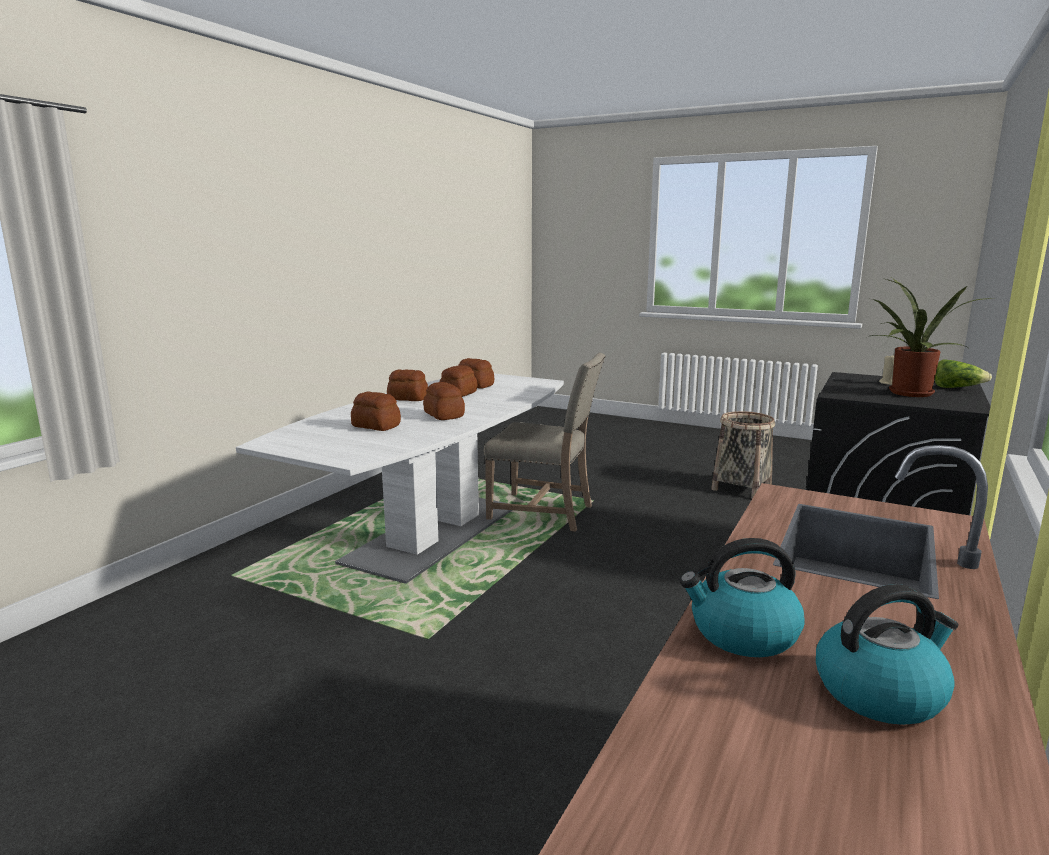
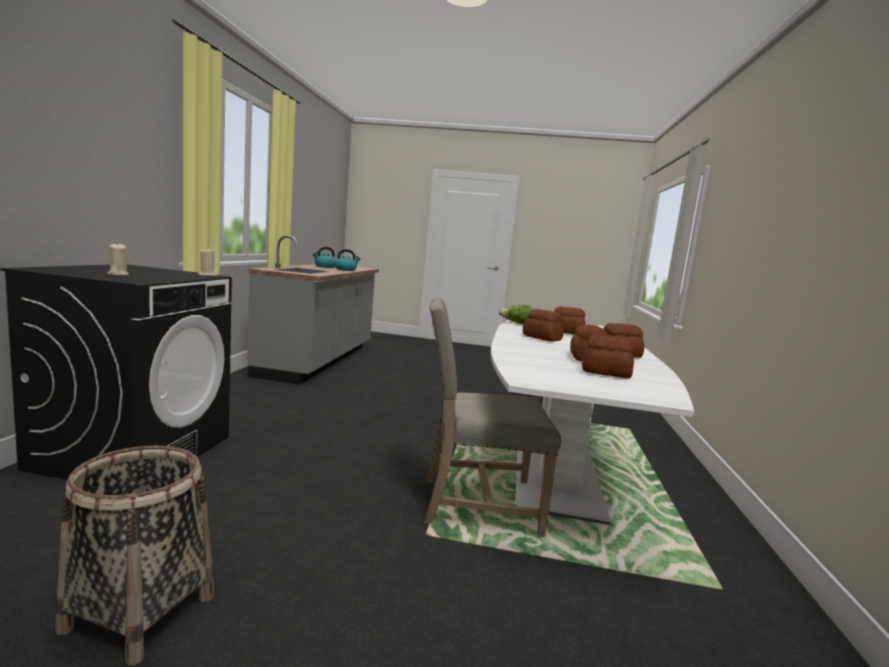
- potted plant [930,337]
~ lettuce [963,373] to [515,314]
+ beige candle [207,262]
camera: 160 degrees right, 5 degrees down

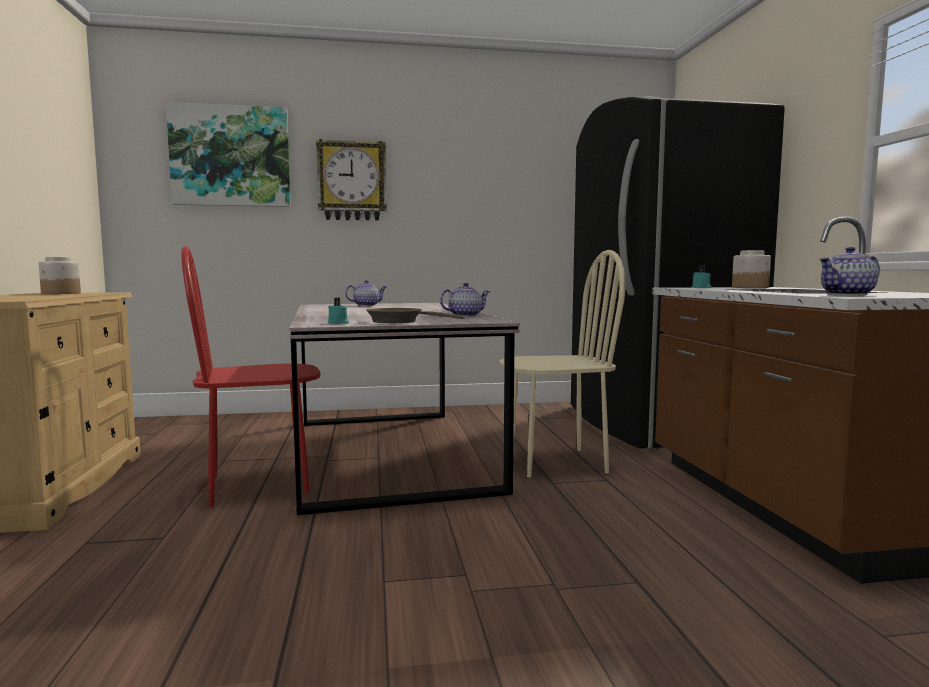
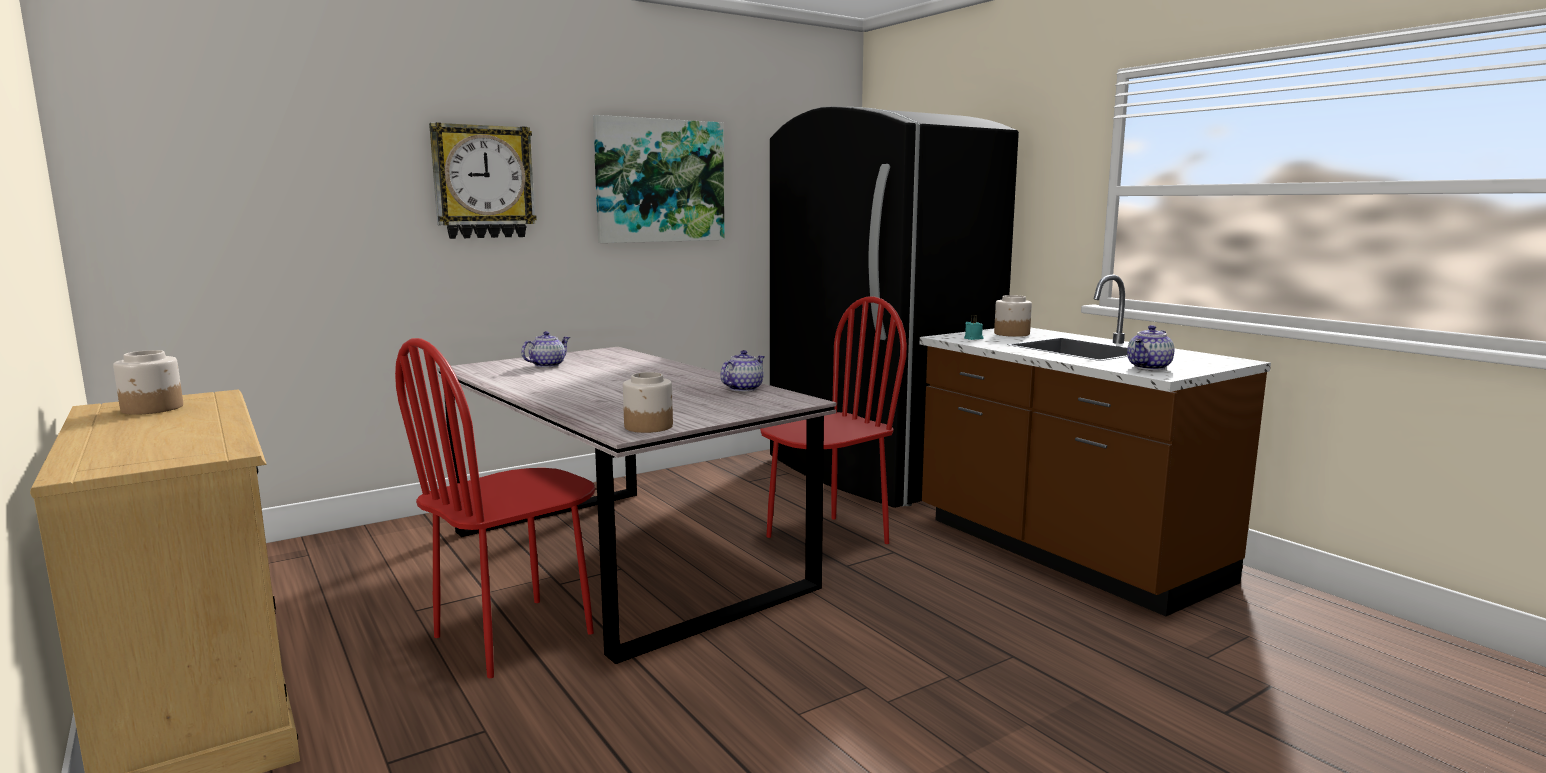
~ picture [228,154] to [659,179]
~ turquoise candle [338,311] to jar [648,402]
- brown frying pan [415,315]
~ beige chair [562,363] to red chair [833,420]
camera: 25 degrees left, 5 degrees up

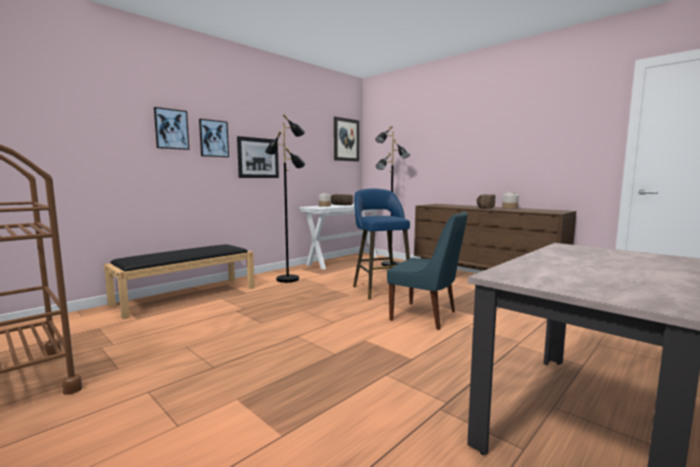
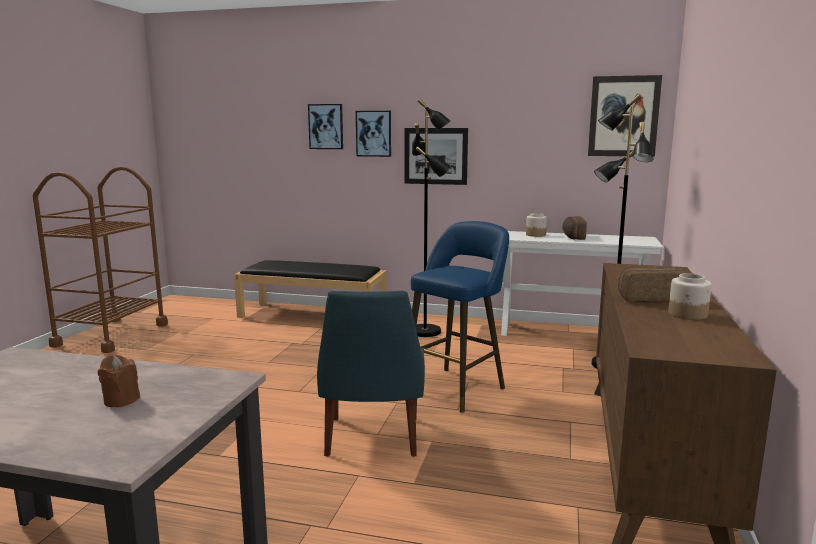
+ brown candle [119,381]
camera: 60 degrees right, 5 degrees up

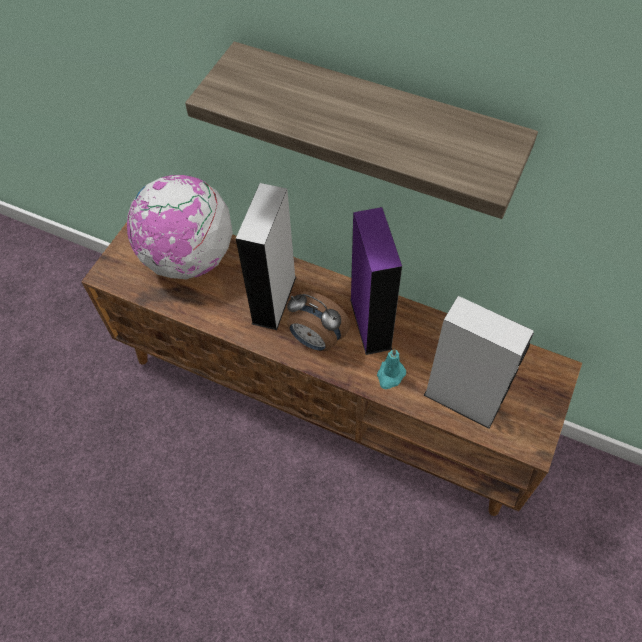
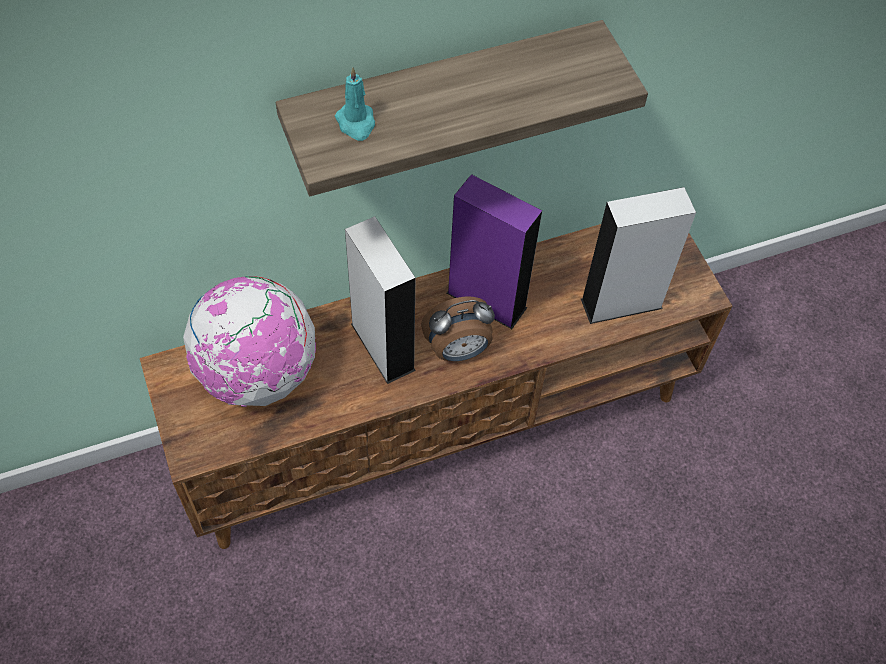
~ turquoise candle [391,369] to [355,104]
camera: 50 degrees left, 0 degrees up

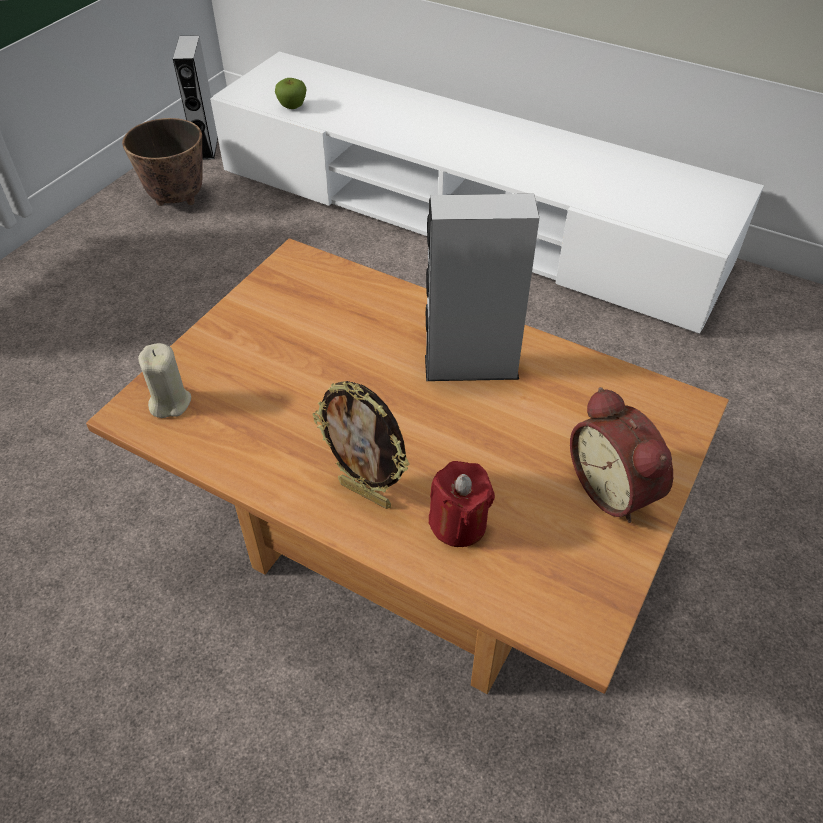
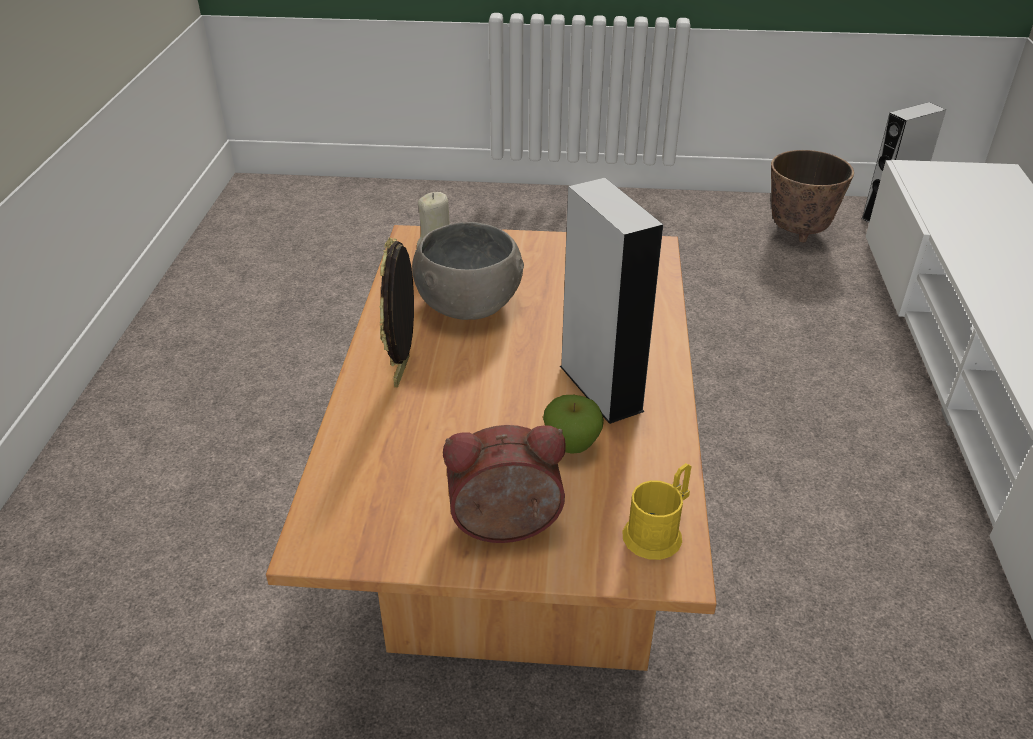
~ apple [290,93] to [573,424]
- red candle [462,504]
~ alarm clock [621,455] = [504,484] 45 degrees clockwise
+ grey bowl [468,271]
+ yellow mug [657,511]
camera: 65 degrees right, 10 degrees down

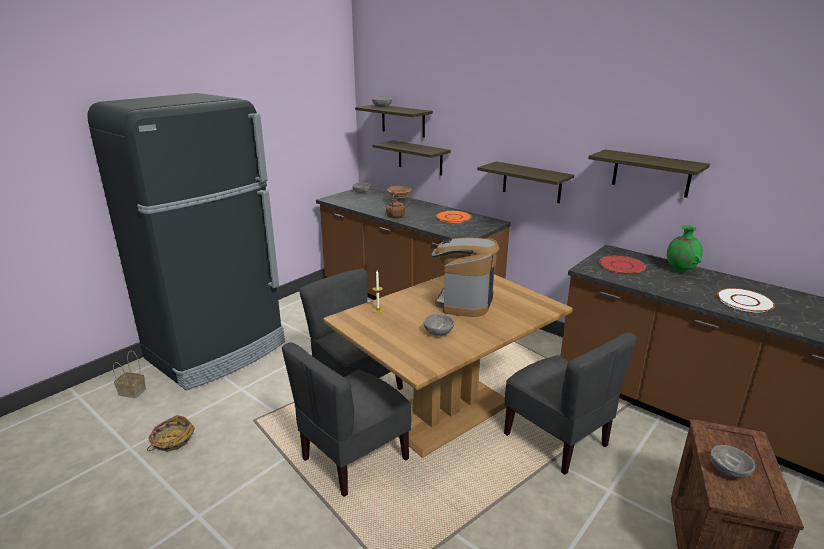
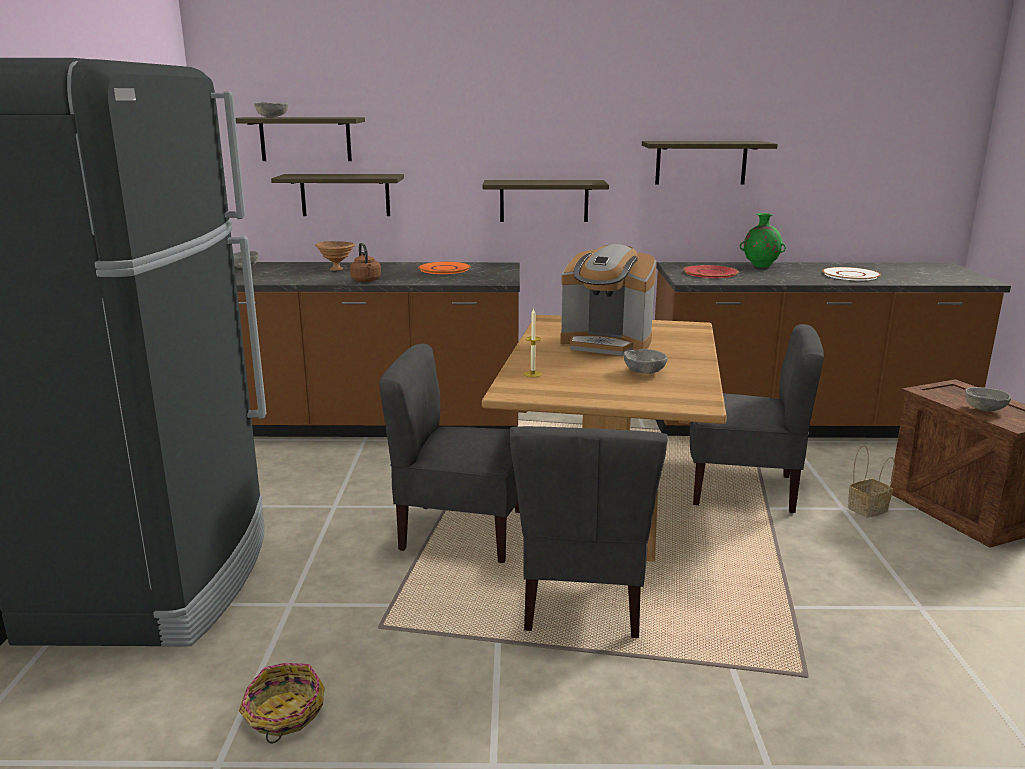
~ basket [129,374] to [871,481]
~ coffee machine [465,277] = [608,300] 45 degrees counterclockwise
camera: 40 degrees left, 5 degrees down

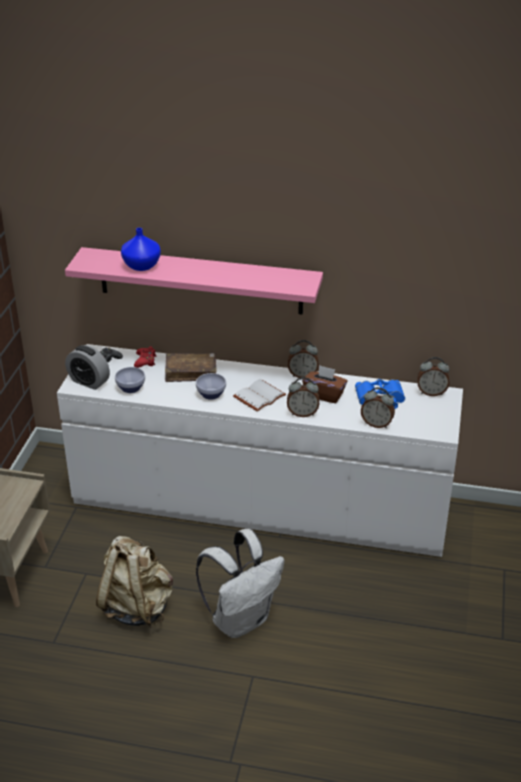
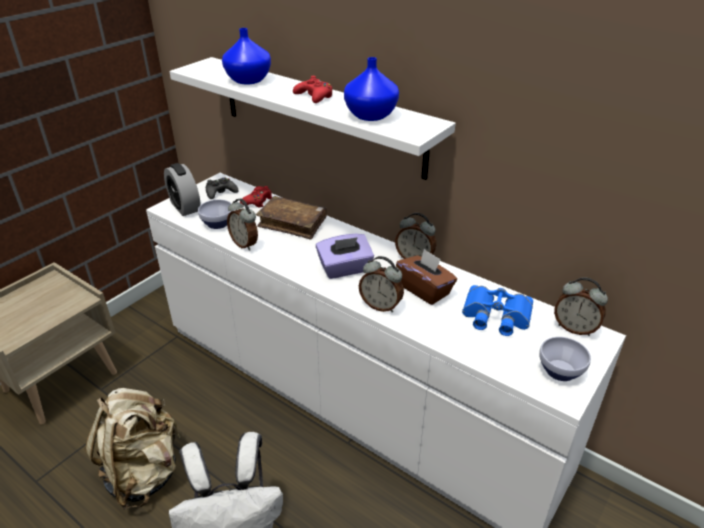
~ pink shelf [194,281] to white shelf [312,118]
~ bowl [211,386] to [565,359]
~ white book [259,395] to purple tissue box [345,256]
~ alarm clock [378,407] to [242,225]
+ red game controller [312,89]
+ blue vase [371,89]
camera: 25 degrees right, 0 degrees up

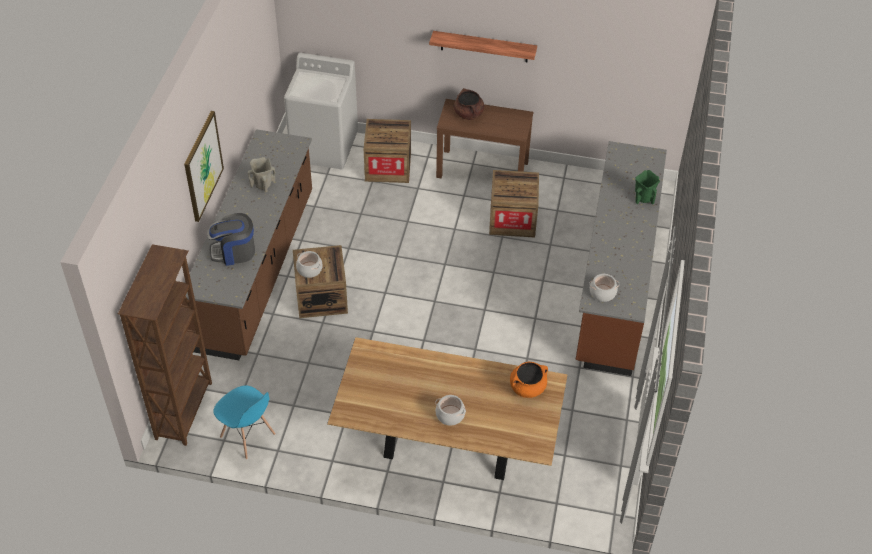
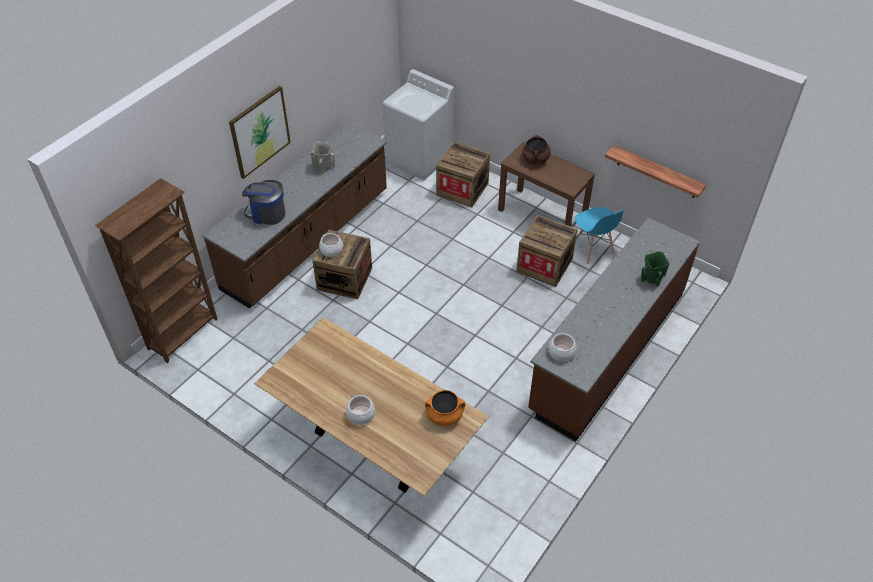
~ blue chair [244,422] to [599,235]
~ shelf [483,46] to [655,171]
camera: 25 degrees right, 0 degrees up

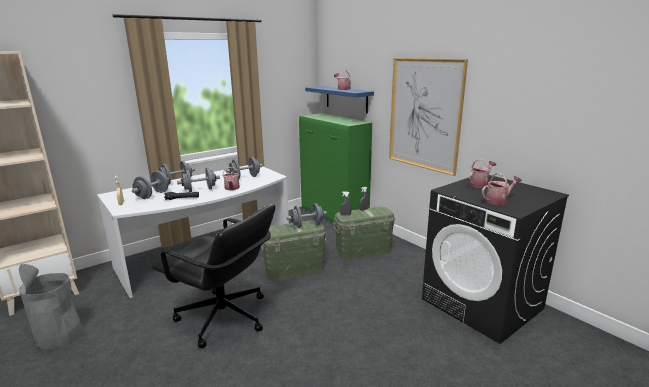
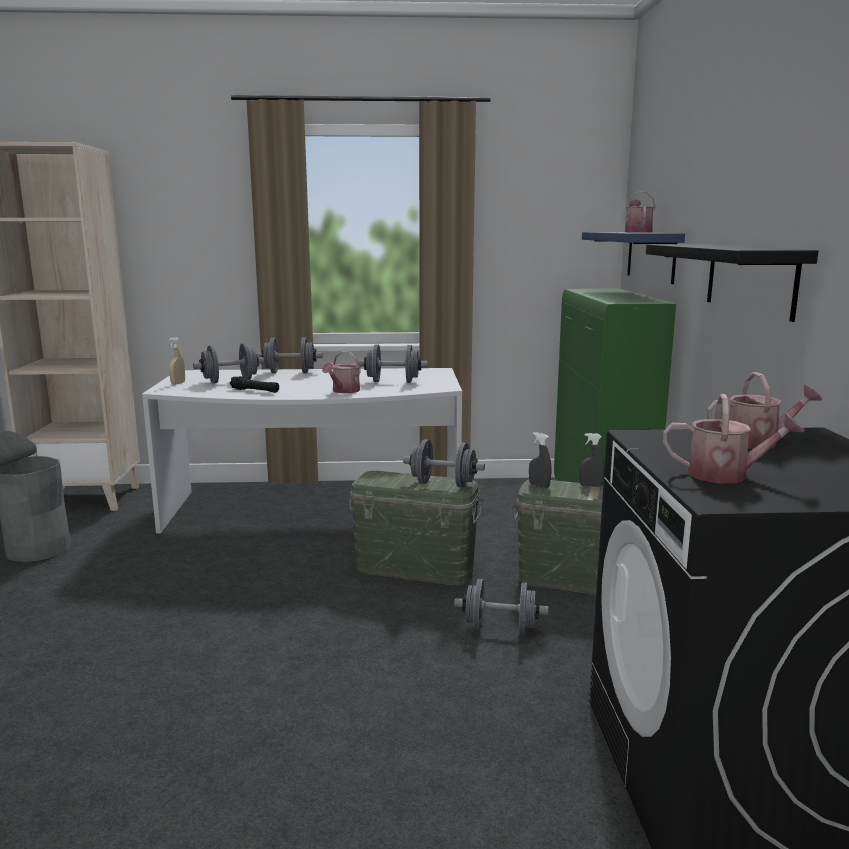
- black office chair [213,276]
~ grey dumbbell [198,180] to [501,607]
~ picture [428,117] to black shelf [732,283]
camera: 35 degrees right, 5 degrees down

